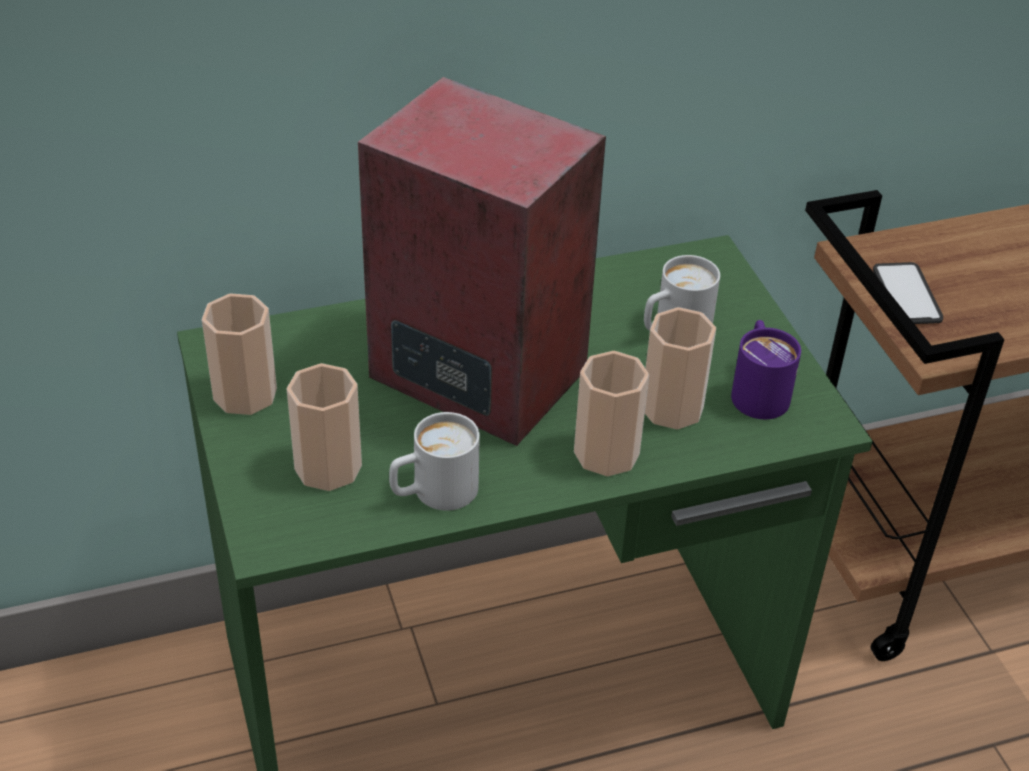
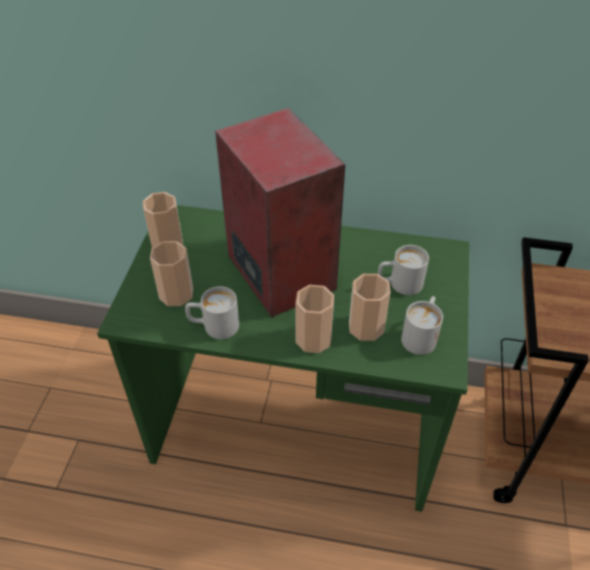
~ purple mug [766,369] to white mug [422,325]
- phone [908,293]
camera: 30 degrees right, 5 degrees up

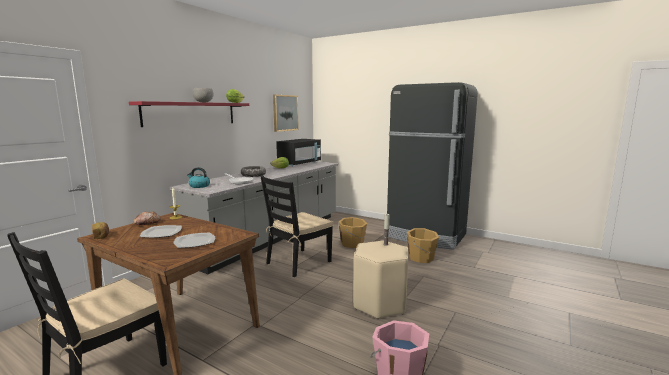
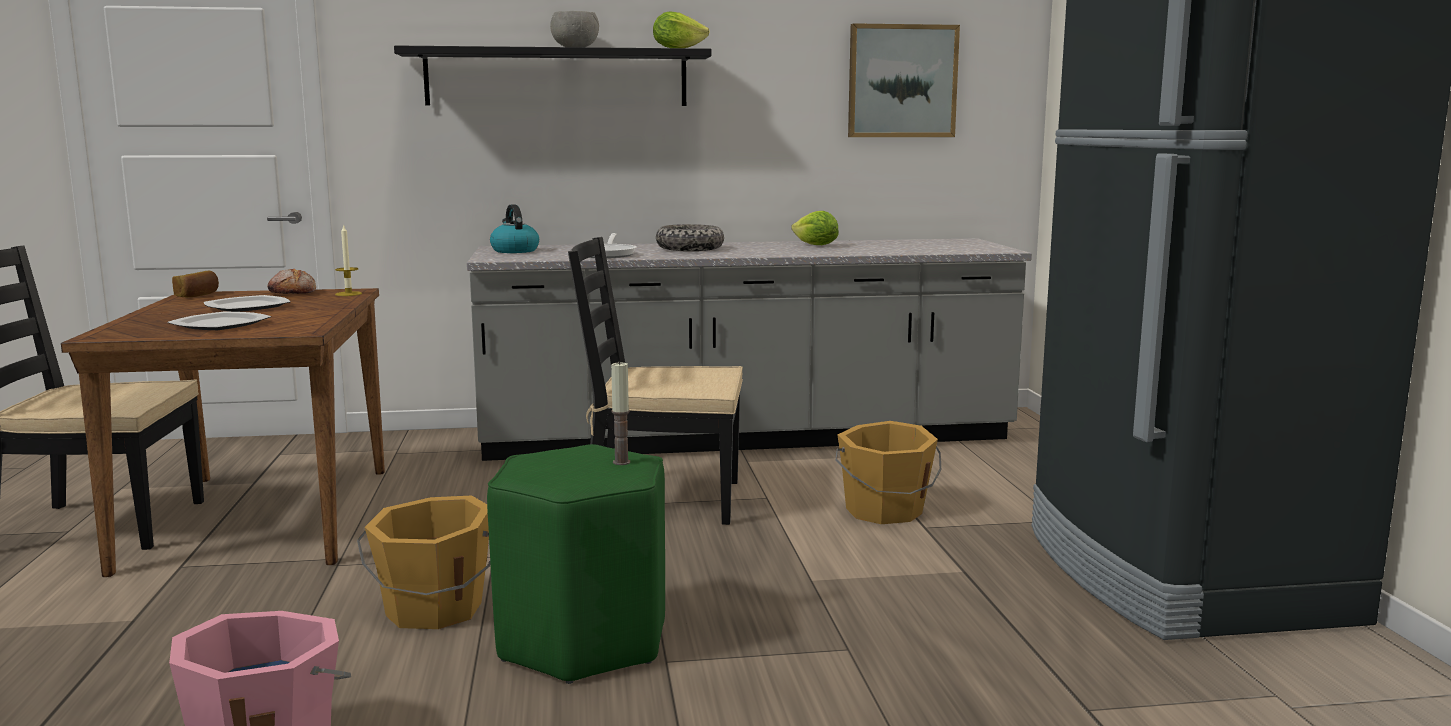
~ red shelf [189,114] to black shelf [552,75]
- black microwave [298,153]
~ beige stool [381,279] to green stool [576,564]
~ orange bucket [423,245] to [423,562]
camera: 50 degrees right, 0 degrees up

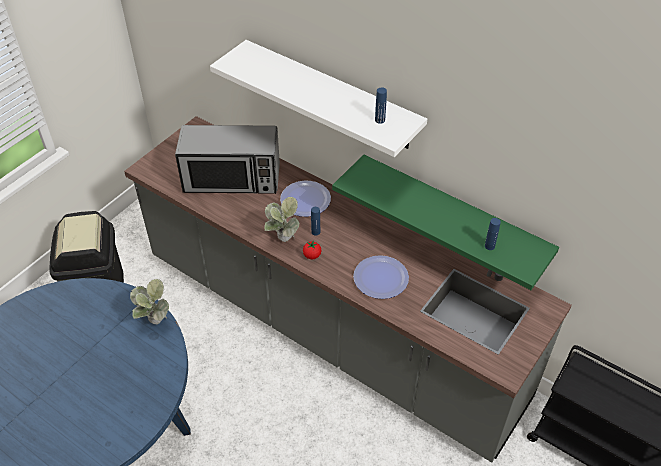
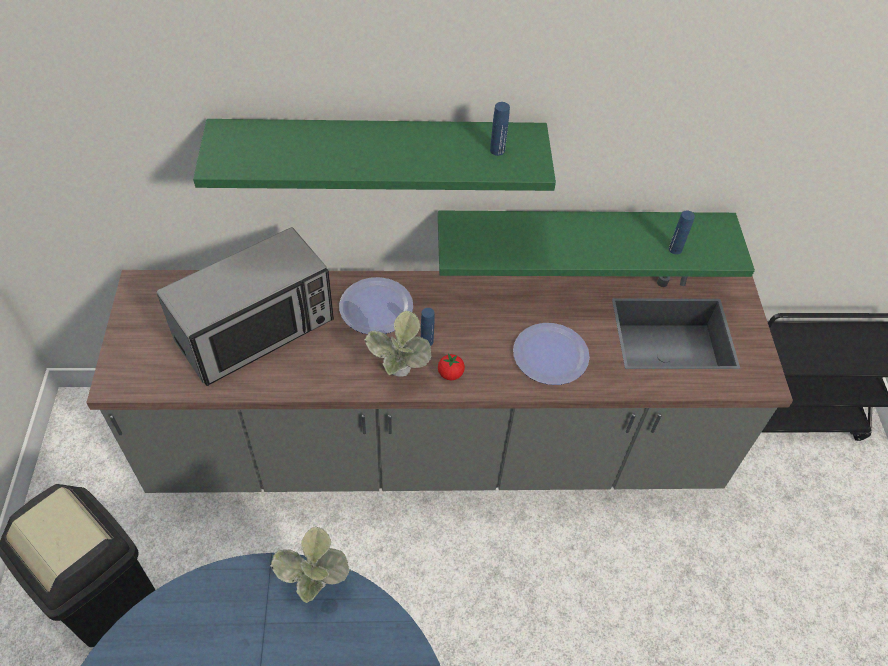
~ white shelf [318,98] to green shelf [374,155]
camera: 40 degrees left, 5 degrees up

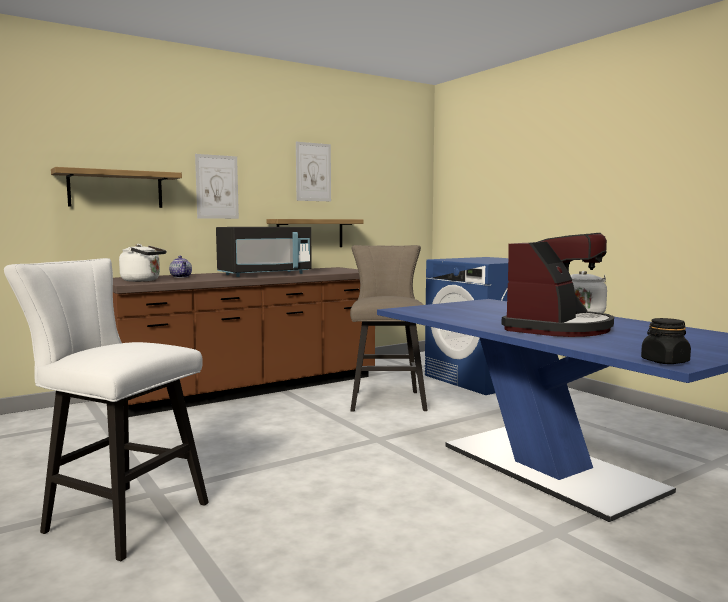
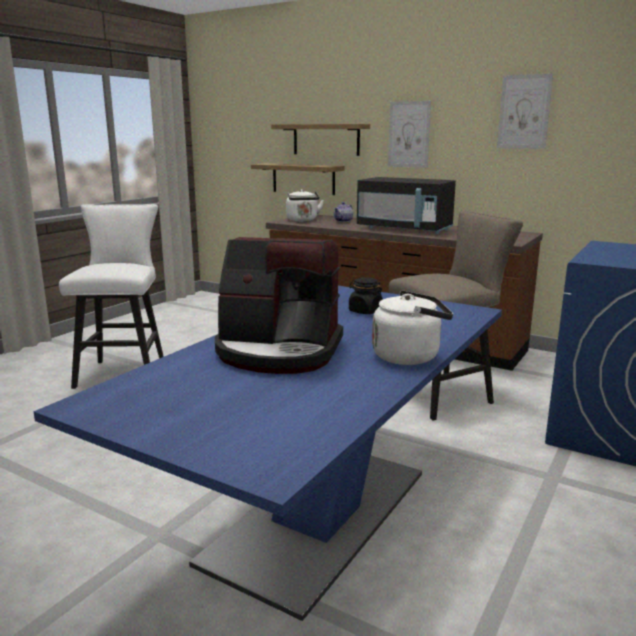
~ shelf [315,233] to [298,179]
~ black jar [666,341] to [366,295]
camera: 65 degrees right, 10 degrees up

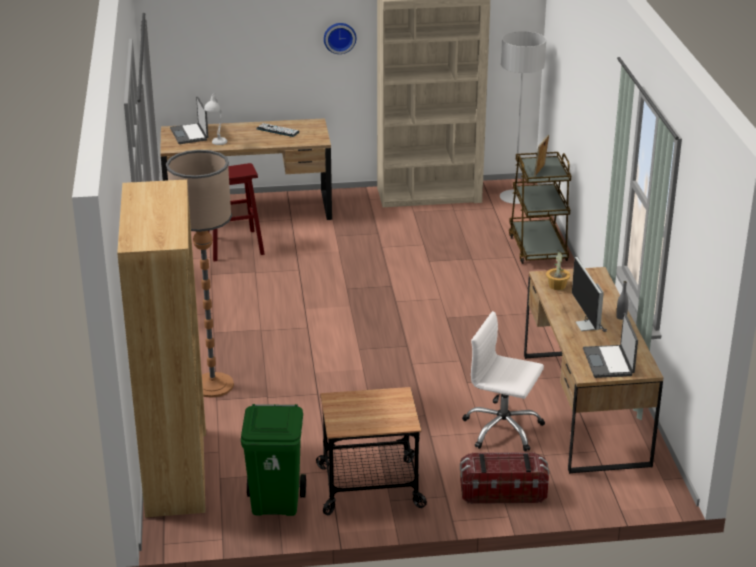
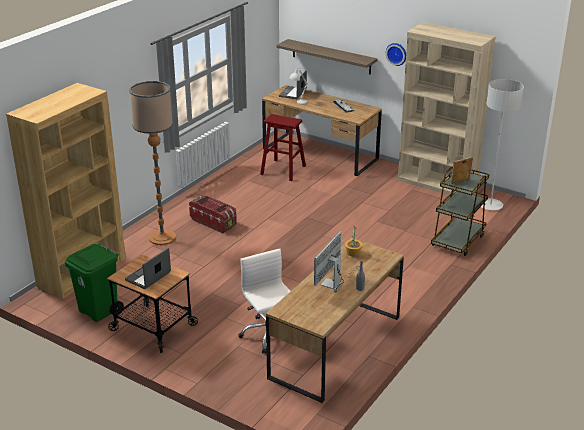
~ storage box [504,478] to [213,214]
~ laptop [610,345] to [148,268]
+ shelf [327,57]
camera: 40 degrees right, 0 degrees up

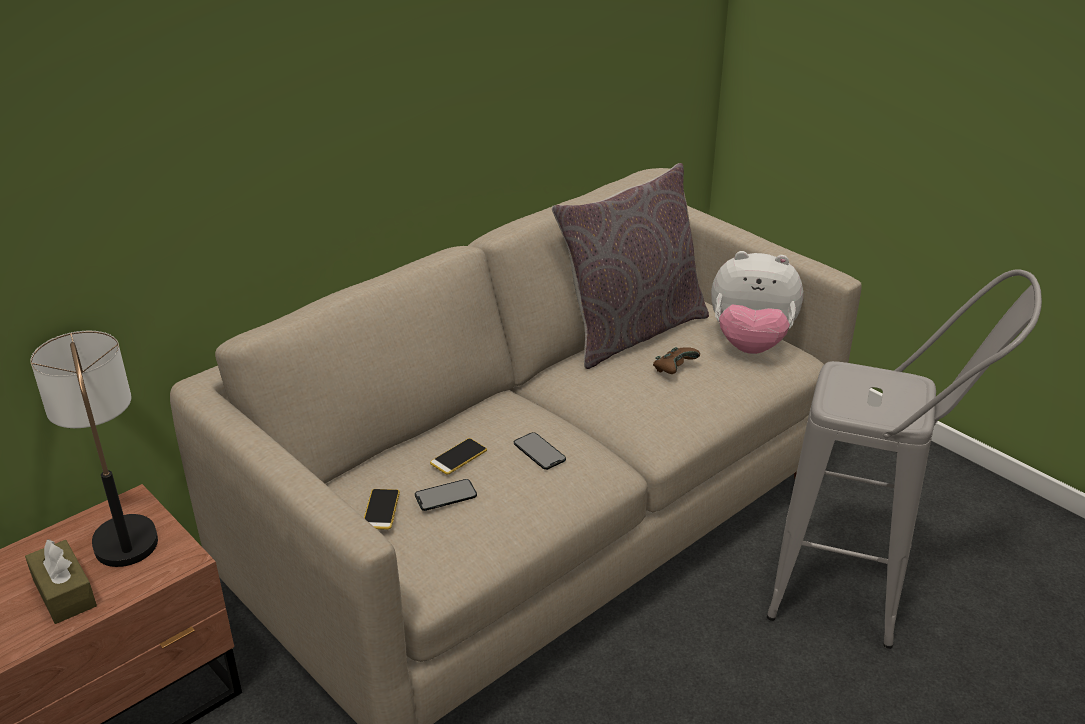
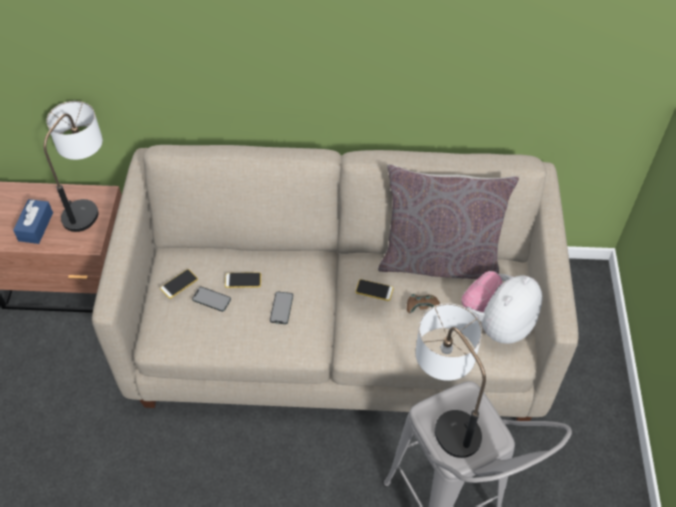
~ brown tissue box [61,581] to blue tissue box [33,221]
~ plush toy [757,302] = [502,307] 75 degrees clockwise
+ phone [374,290]
+ table lamp [451,380]
camera: 45 degrees right, 20 degrees up

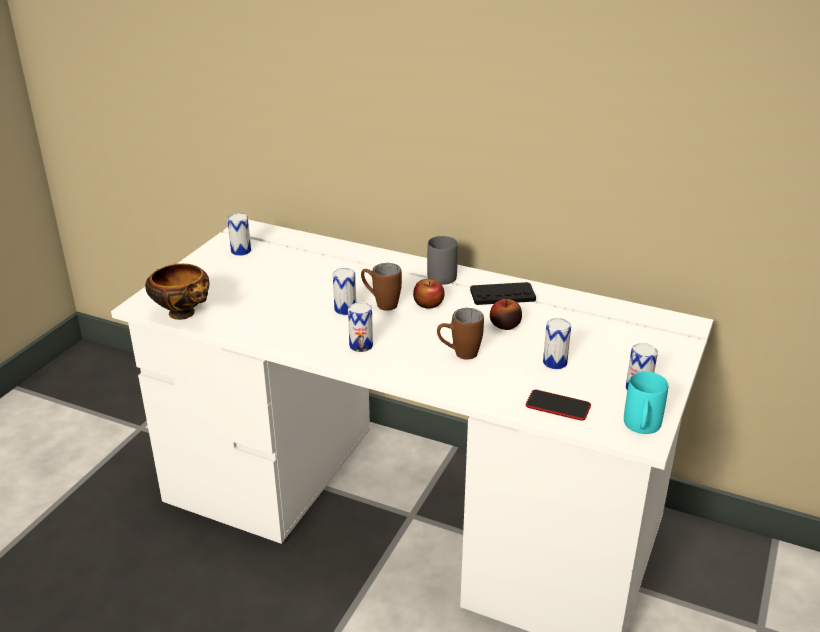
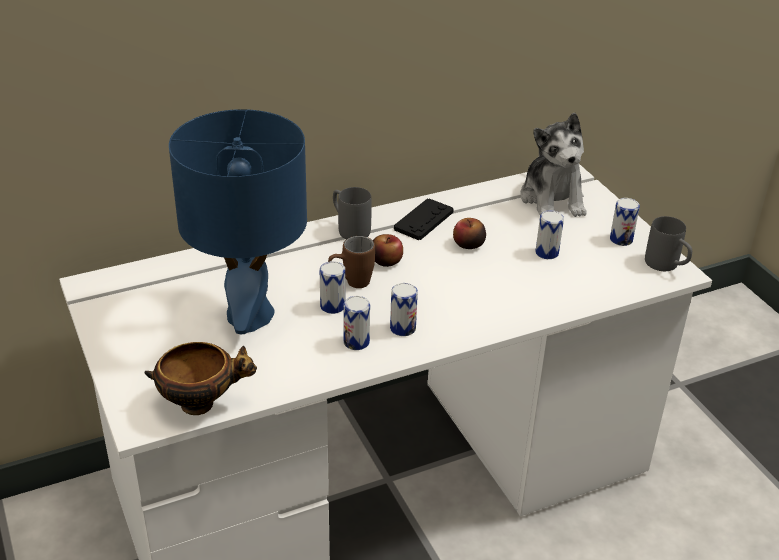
~ can [239,234] to [356,323]
- brown mug [460,334]
- phone [558,405]
~ turquoise mug [646,402] to grey mug [668,243]
+ blue table lamp [238,221]
+ plush toy [553,165]
camera: 50 degrees left, 5 degrees up

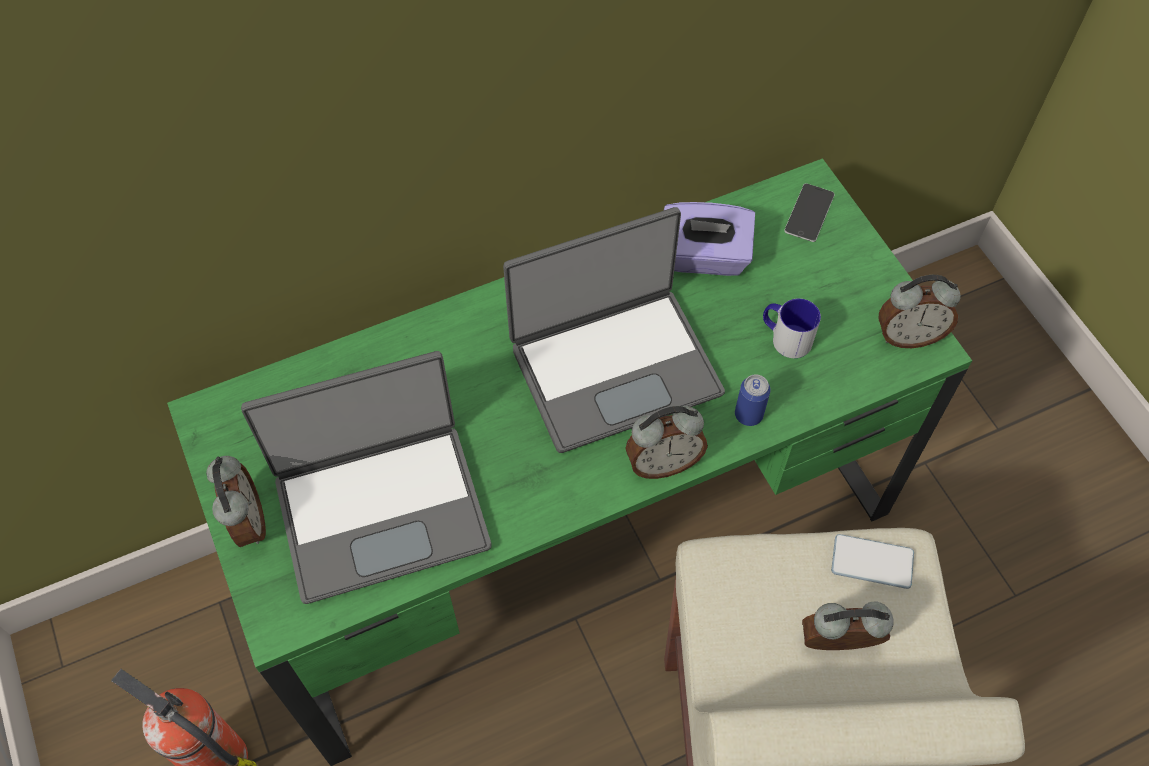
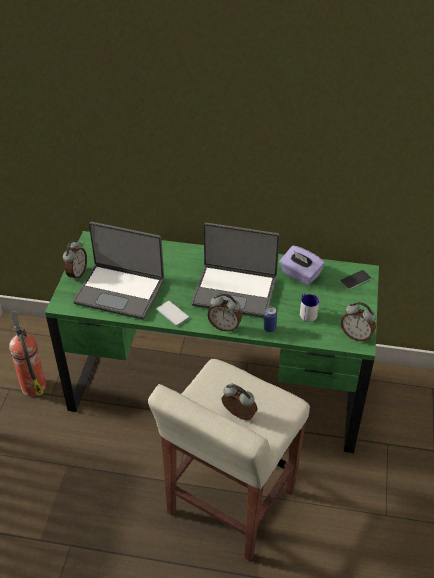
~ phone [872,561] to [172,313]
camera: 35 degrees right, 15 degrees down

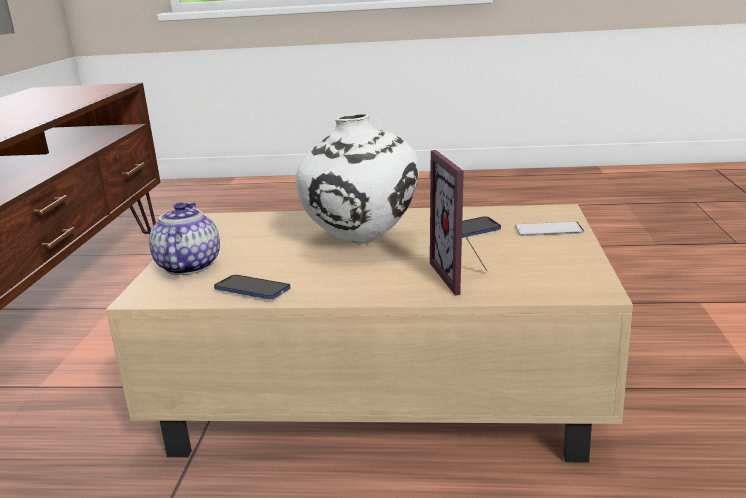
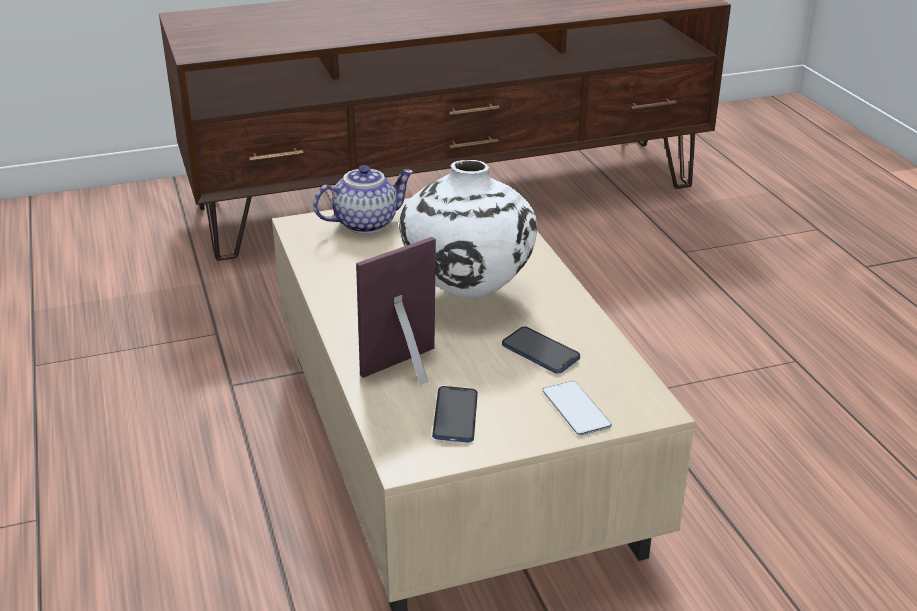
~ phone [252,287] to [455,414]
camera: 65 degrees right, 10 degrees up

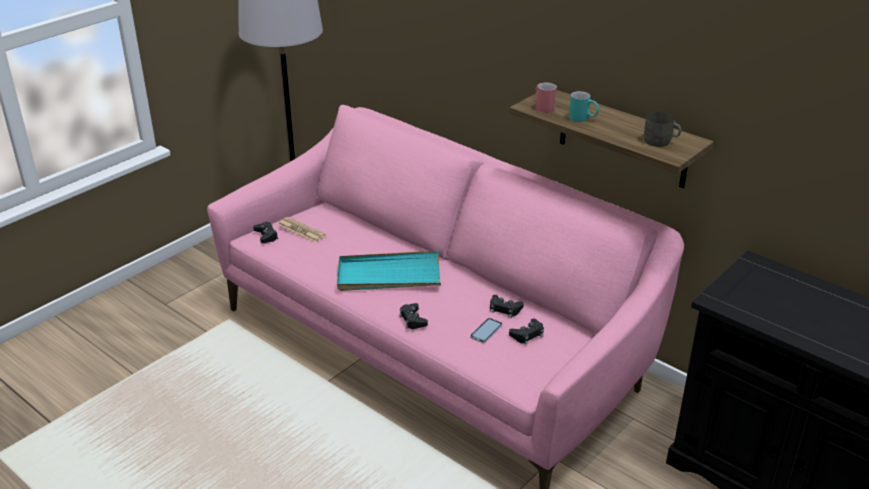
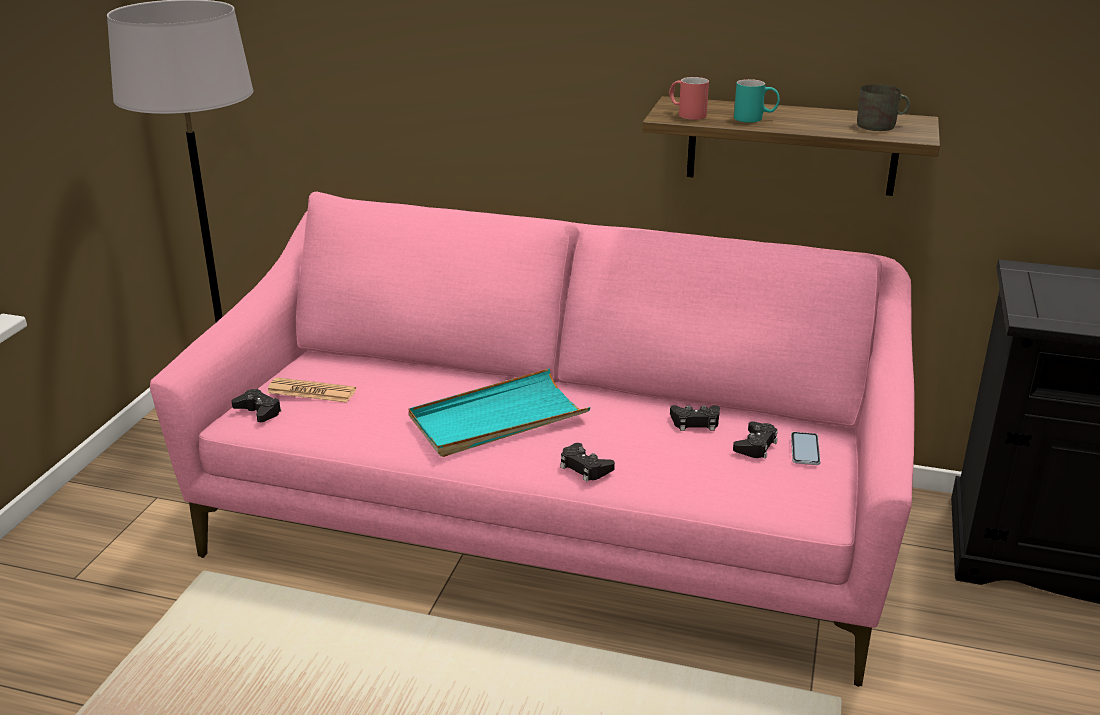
~ phone [486,330] to [806,448]
camera: 25 degrees left, 5 degrees down

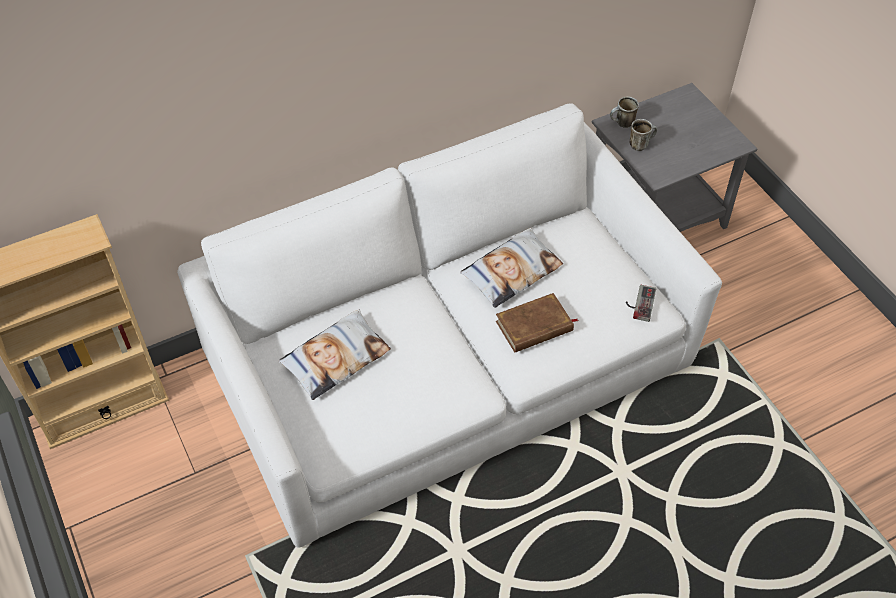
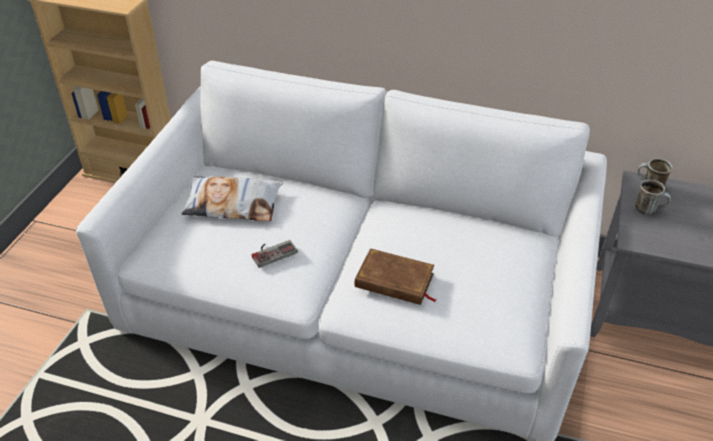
- pillow [511,268]
~ game controller [641,303] to [275,254]
camera: 45 degrees right, 10 degrees down

